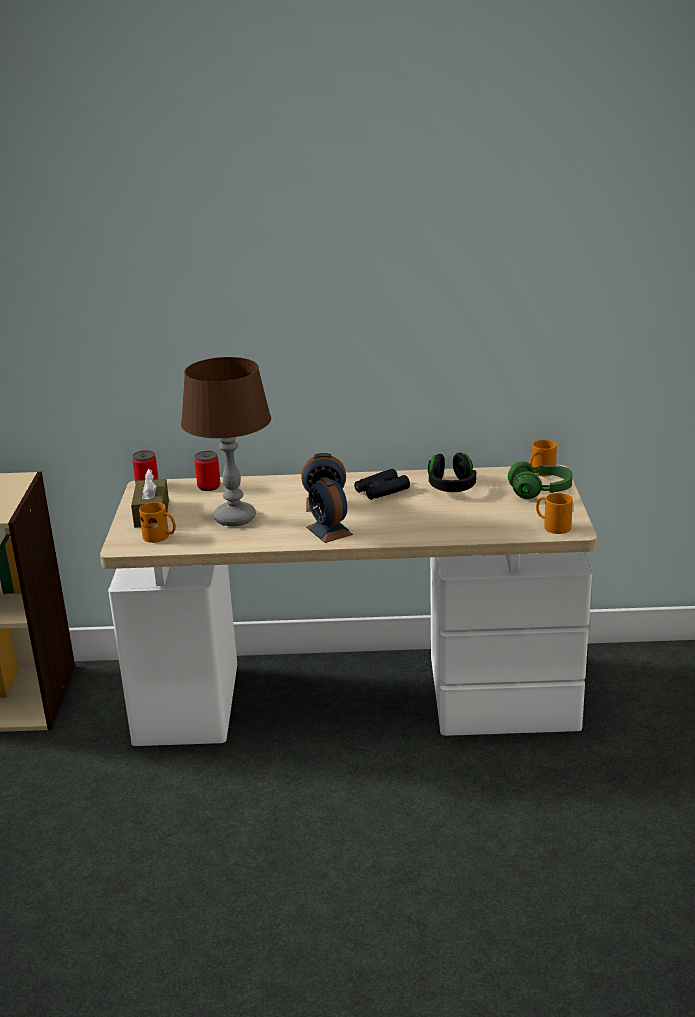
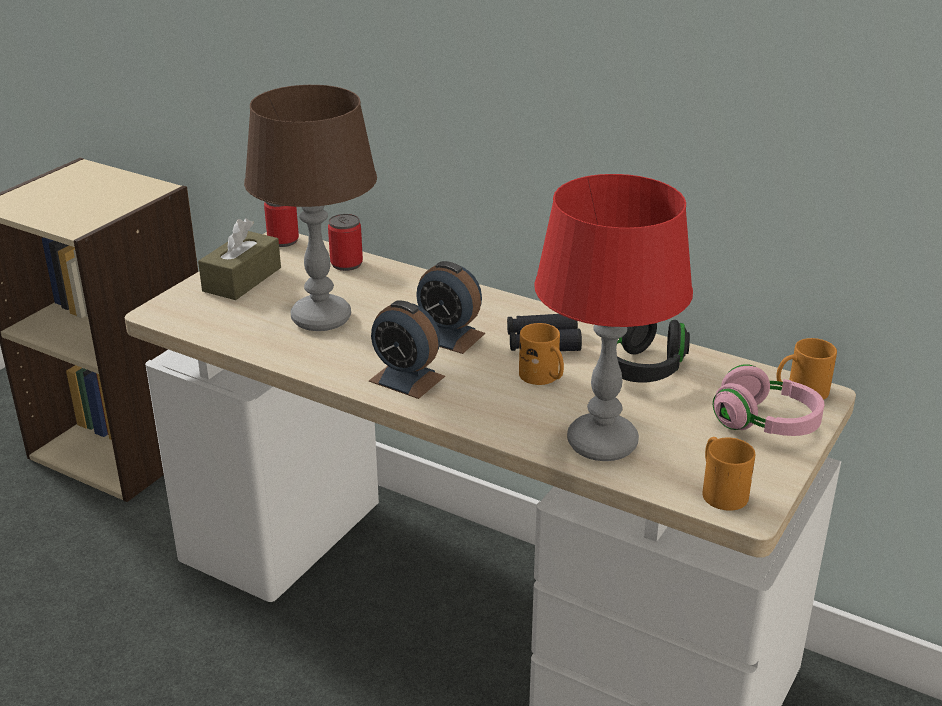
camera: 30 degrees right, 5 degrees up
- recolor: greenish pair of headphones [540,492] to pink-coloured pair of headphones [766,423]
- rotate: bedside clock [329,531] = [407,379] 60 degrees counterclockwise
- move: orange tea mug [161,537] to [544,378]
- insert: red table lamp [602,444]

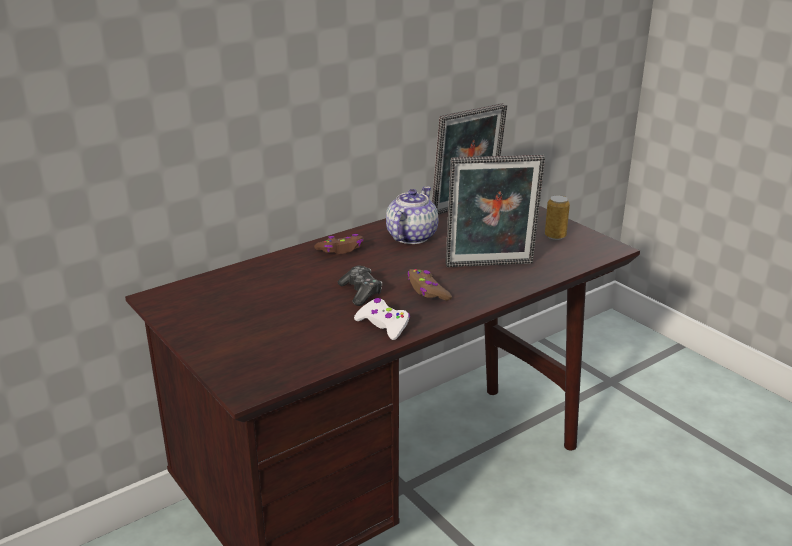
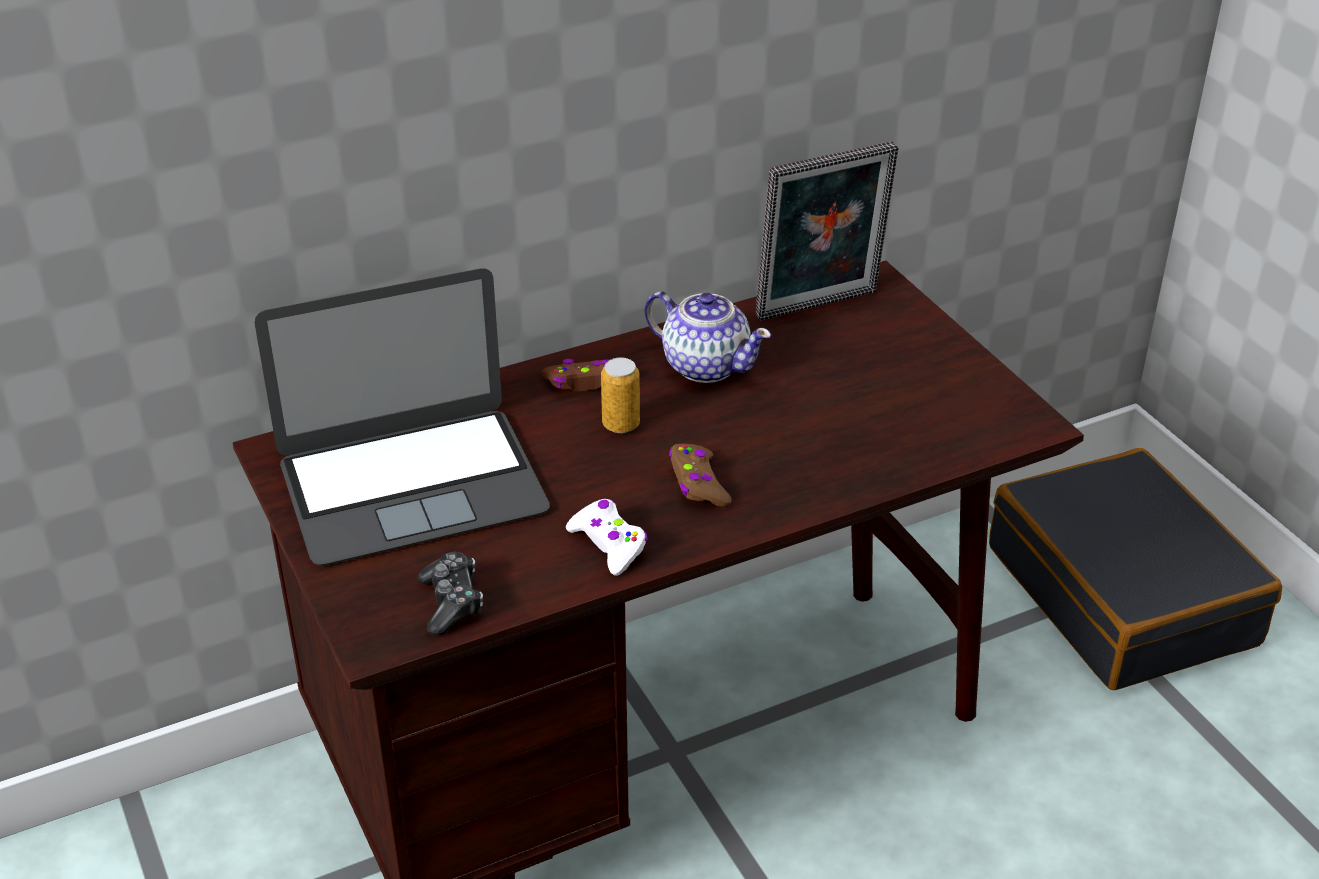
camera: 10 degrees right, 10 degrees up
- delete: standing frame [490,266]
- rotate: teapot [410,237] = [705,365] 90 degrees clockwise
- move: sealed can [555,236] to [621,424]
- move: joypad [361,292] to [452,602]
- insert: laptop [412,485]
- insert: blackish suitcase [1122,595]

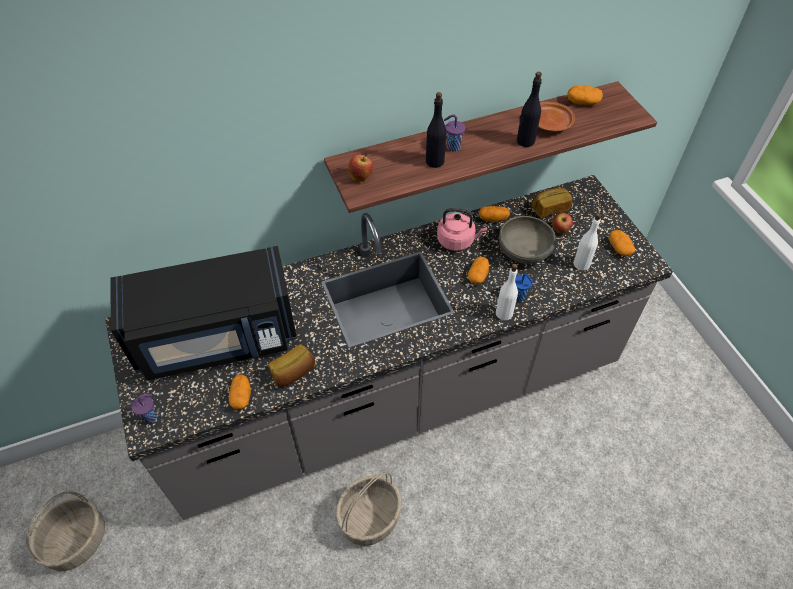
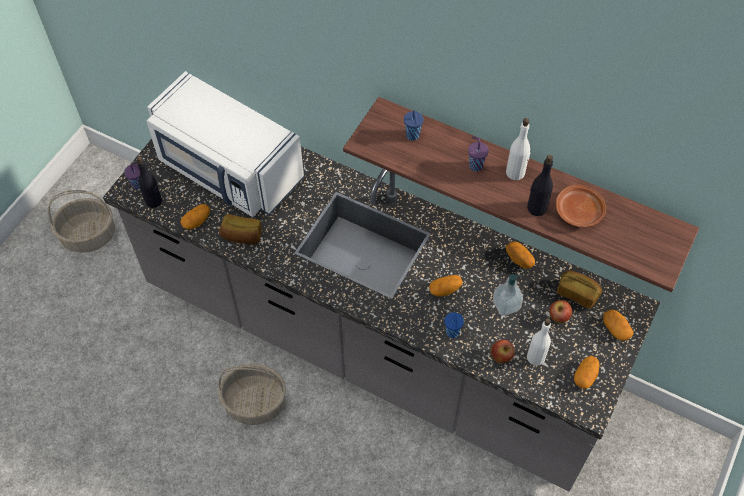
camera: 50 degrees right, 5 degrees up
- move: spud [582,102] to [615,329]
- move: blackish beverage bottle [435,161] to [154,201]
- move: whole apple [361,177] to [501,357]
- delete: pink-coloured tea kettle [457,240]
- replace: grey deep dish [524,251] to soap bottle [506,305]
- recolor: blackish microwave [217,338] to white-coloured microwave [228,170]
- move: white-coloured beverage bottle [504,313] to [515,172]
- insert: blue drinking cup [412,136]

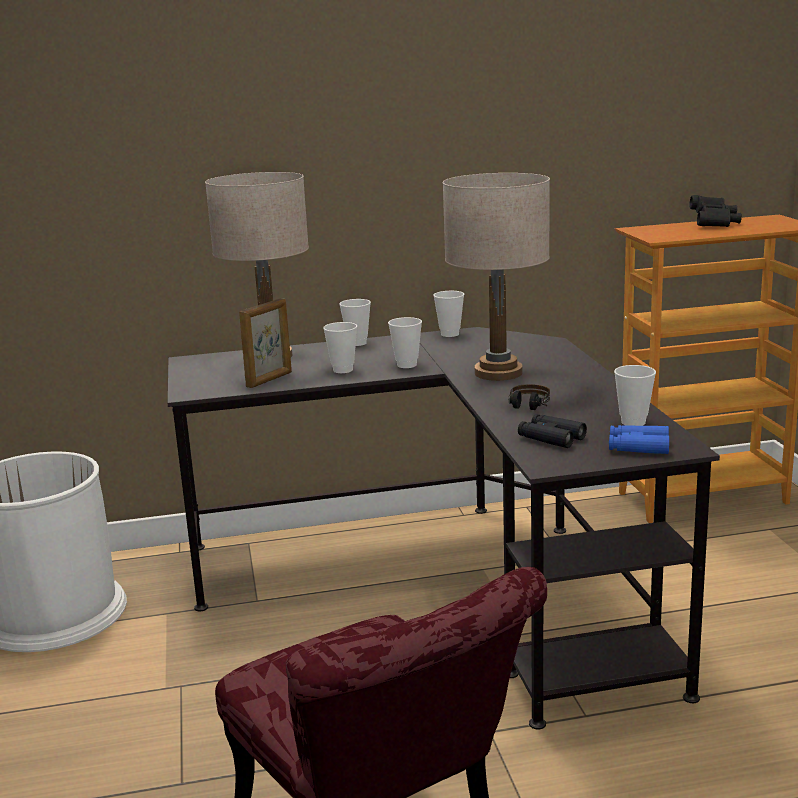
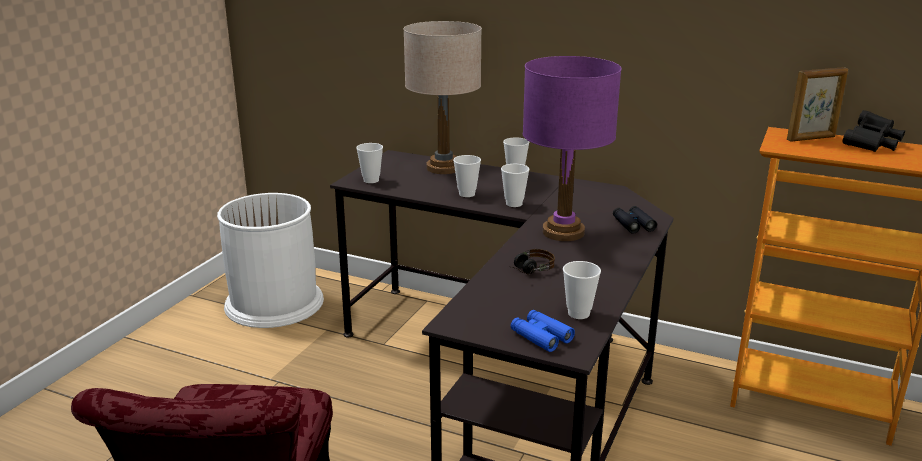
camera: 35 degrees right, 5 degrees up
- recolor: sand-coloured table lamp [499,373] to purplish table lamp [563,232]
- move: drinking cup [450,334] to [371,180]
- move: standing frame [270,379] to [811,138]
- move: blackish binoculars [551,438] to [633,224]

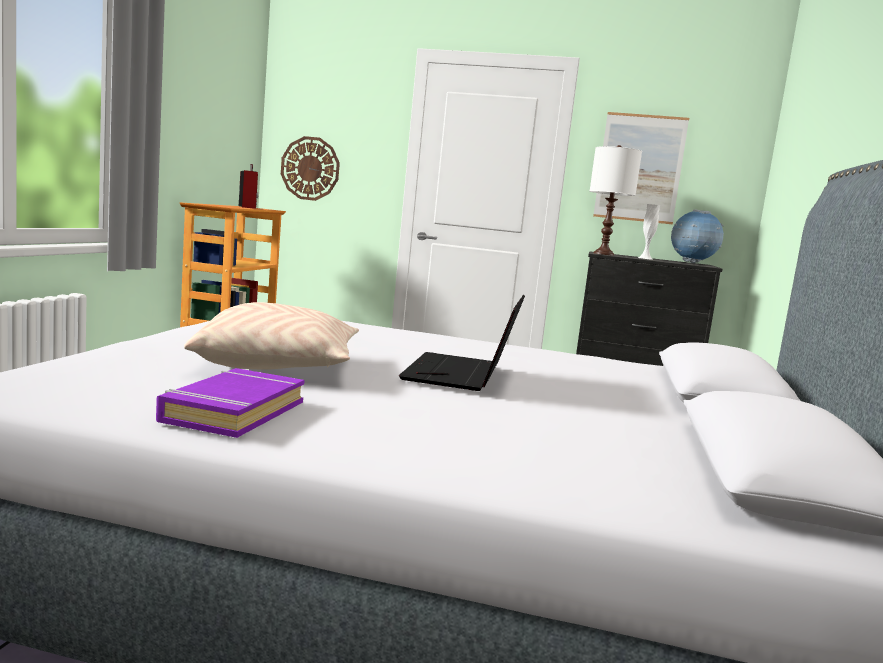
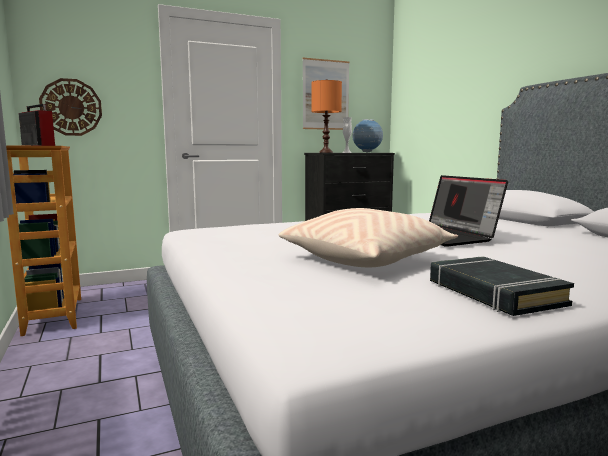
camera: 35 degrees left, 0 degrees up
- recolor: white-coloured table lamp [604,254] to orange table lamp [326,152]
- recolor: purplish book [233,411] to blackish book [493,293]

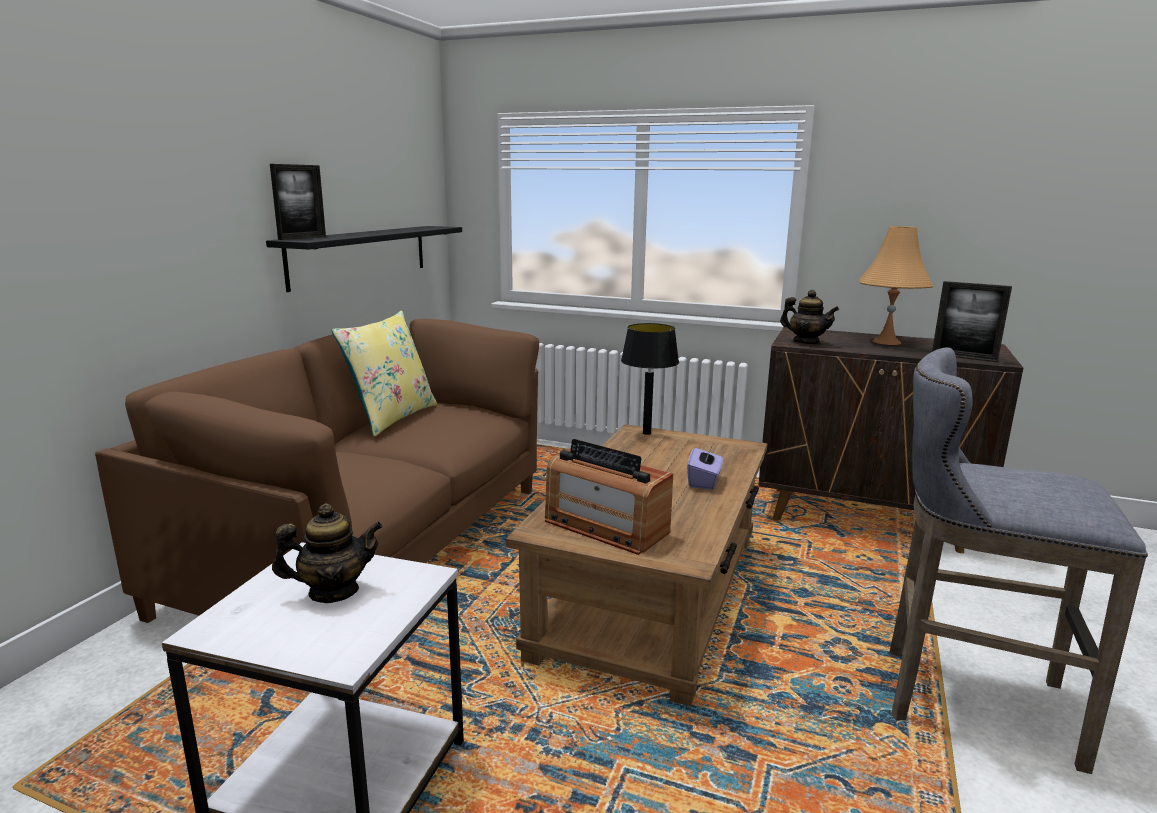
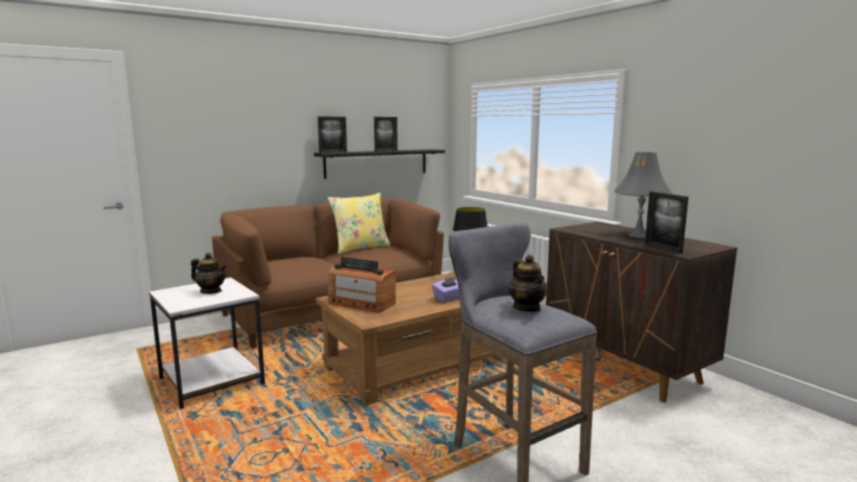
camera: 35 degrees right, 5 degrees down
- recolor: orange table lamp [886,342] to grey table lamp [638,235]
- move: teapot [806,342] to [527,308]
- rotate: radio set [605,527] = [361,303] 45 degrees counterclockwise
- insert: standing frame [386,151]

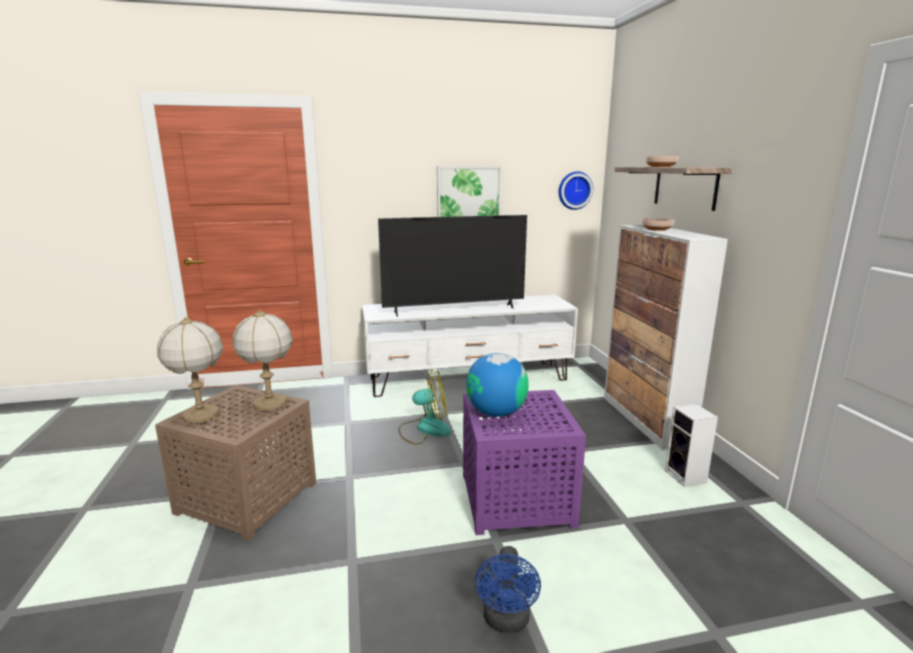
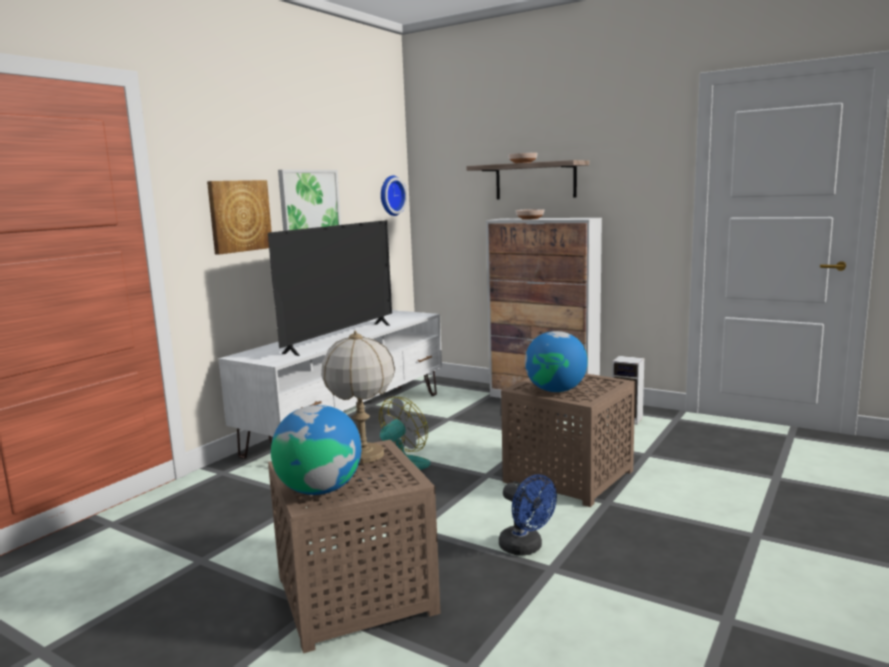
camera: 45 degrees left, 5 degrees down
- replace: table lamp [201,415] to desk globe [320,489]
- recolor: purplish side table [517,498] to brown side table [567,475]
- move: blue electric fan [506,621] to [526,548]
- insert: wall picture [239,216]

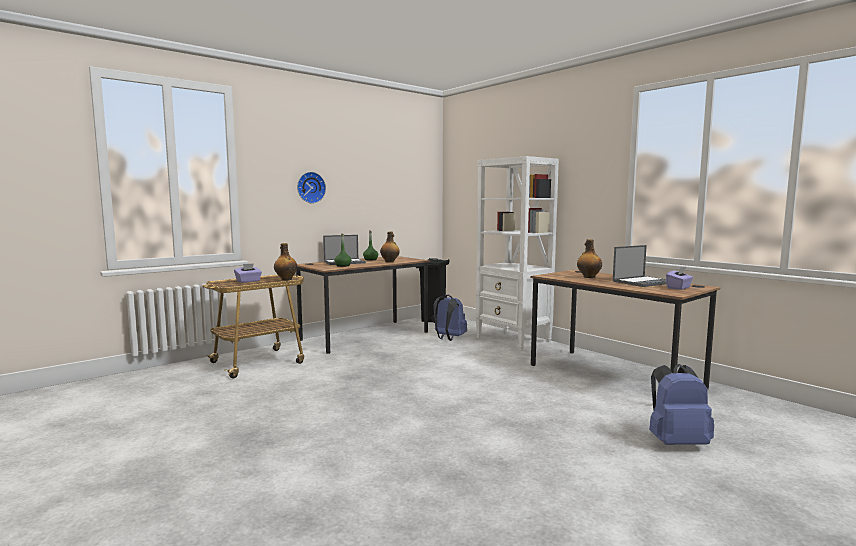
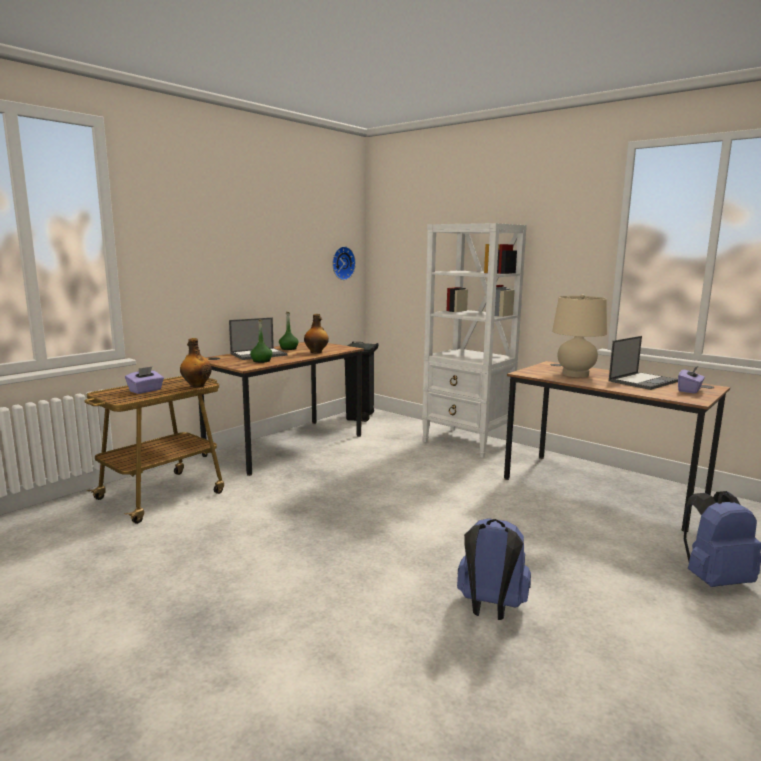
camera: 10 degrees left, 5 degrees up
- move: wall clock [310,187] to [342,263]
- replace: beverage bottle [588,277] to sand-coloured table lamp [575,374]
- move: blue rucksack [448,338] to [490,609]

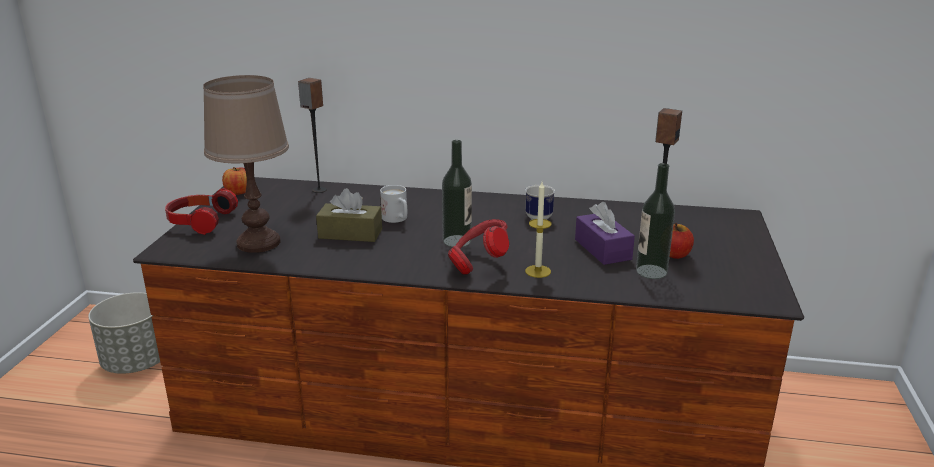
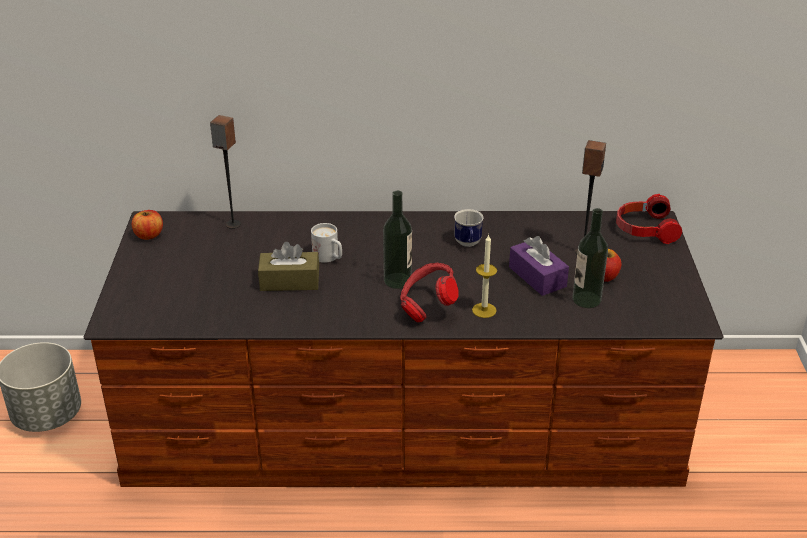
camera: 10 degrees left, 10 degrees up
- delete: brown table lamp [259,243]
- move: pair of headphones [199,221] to [644,229]

